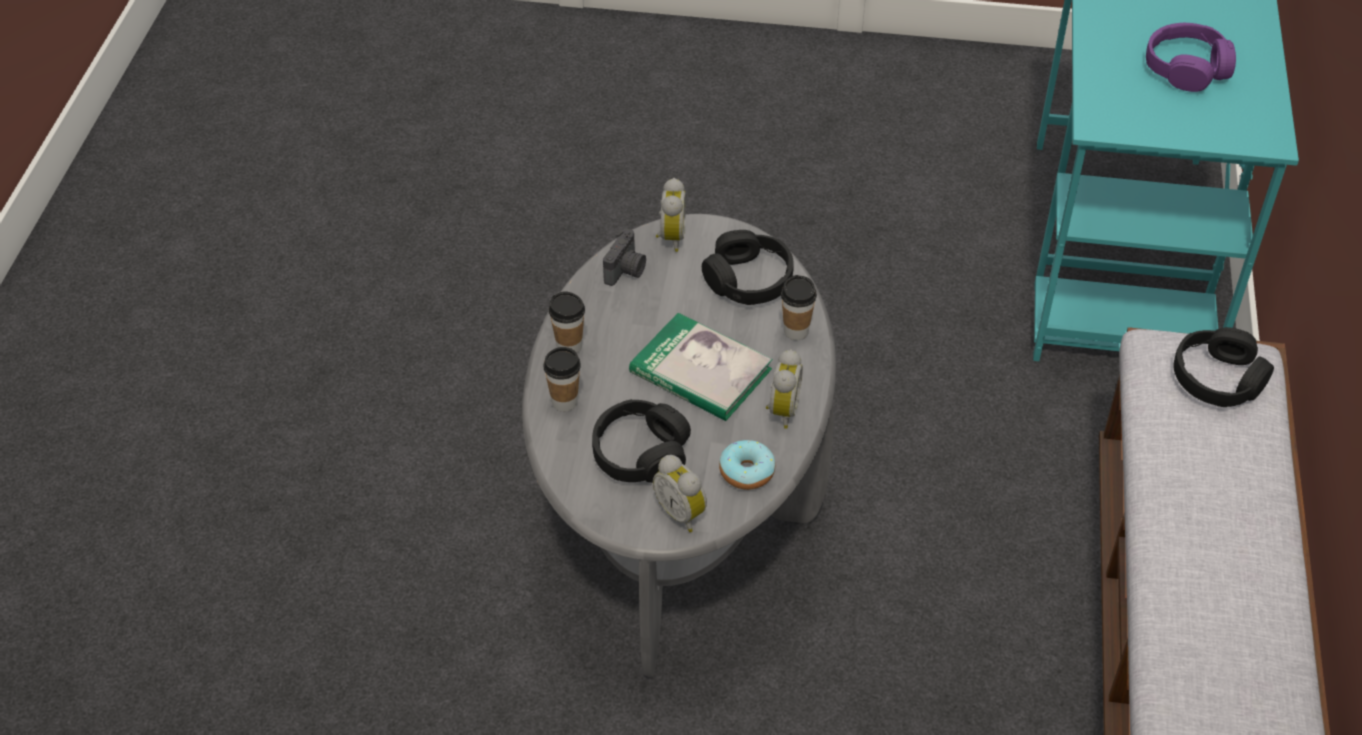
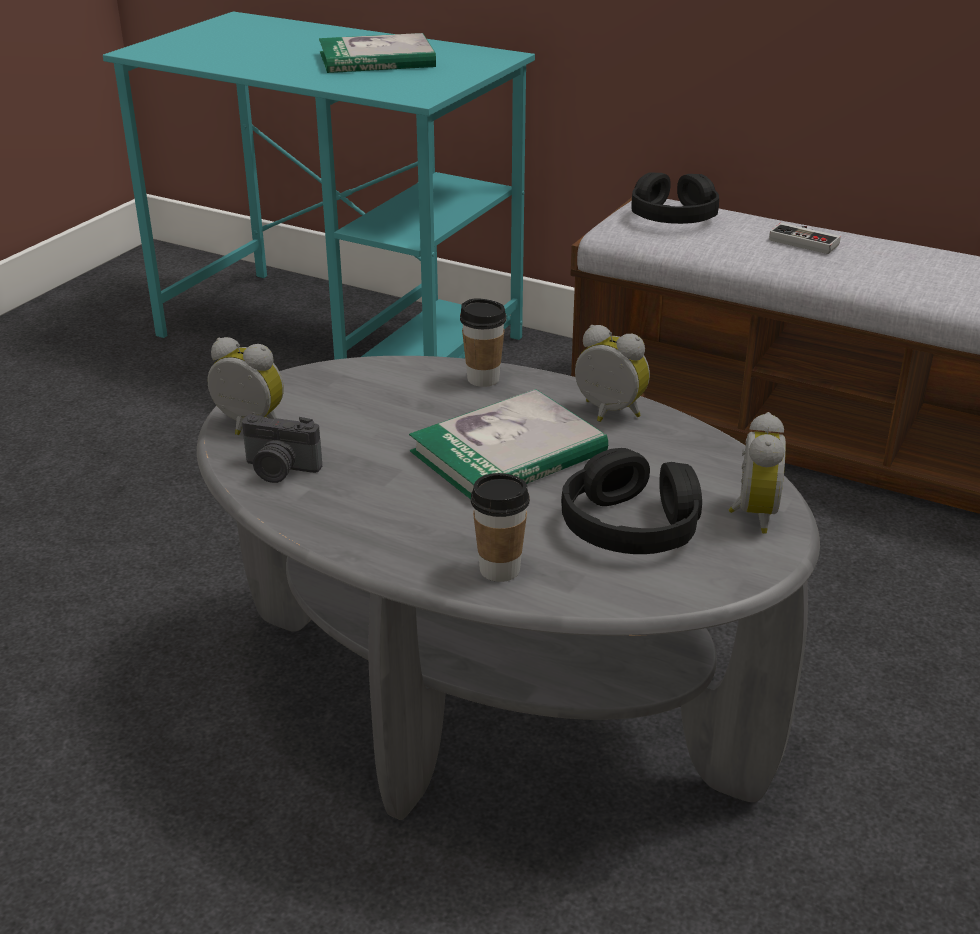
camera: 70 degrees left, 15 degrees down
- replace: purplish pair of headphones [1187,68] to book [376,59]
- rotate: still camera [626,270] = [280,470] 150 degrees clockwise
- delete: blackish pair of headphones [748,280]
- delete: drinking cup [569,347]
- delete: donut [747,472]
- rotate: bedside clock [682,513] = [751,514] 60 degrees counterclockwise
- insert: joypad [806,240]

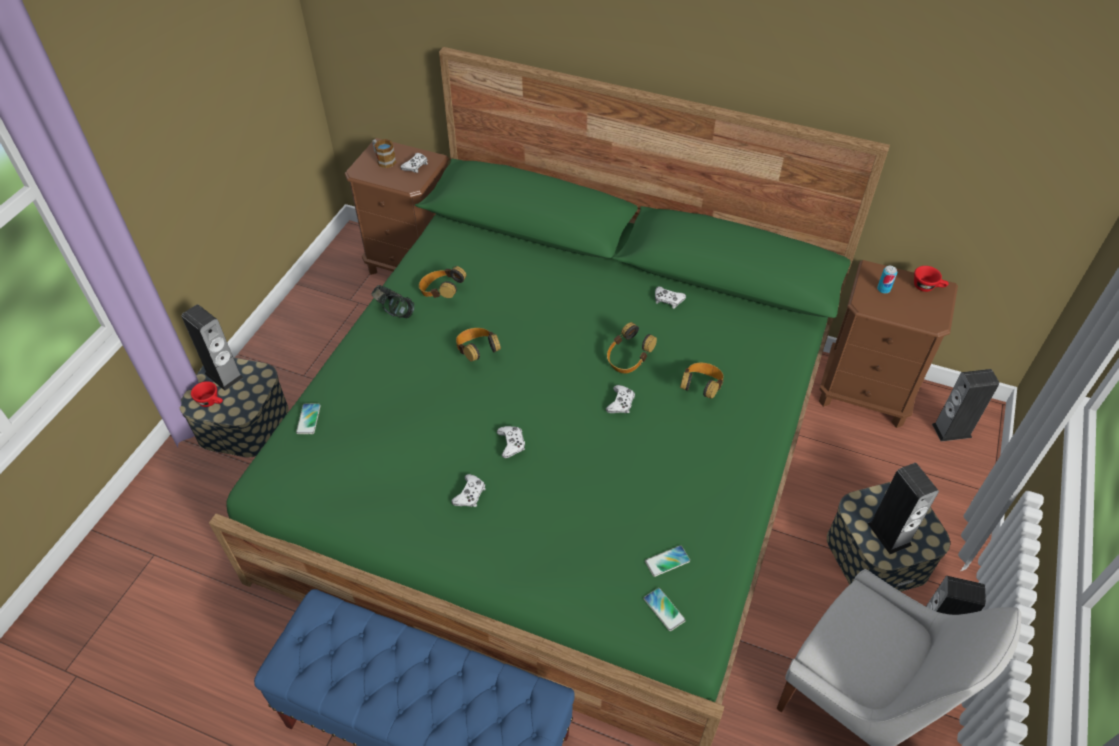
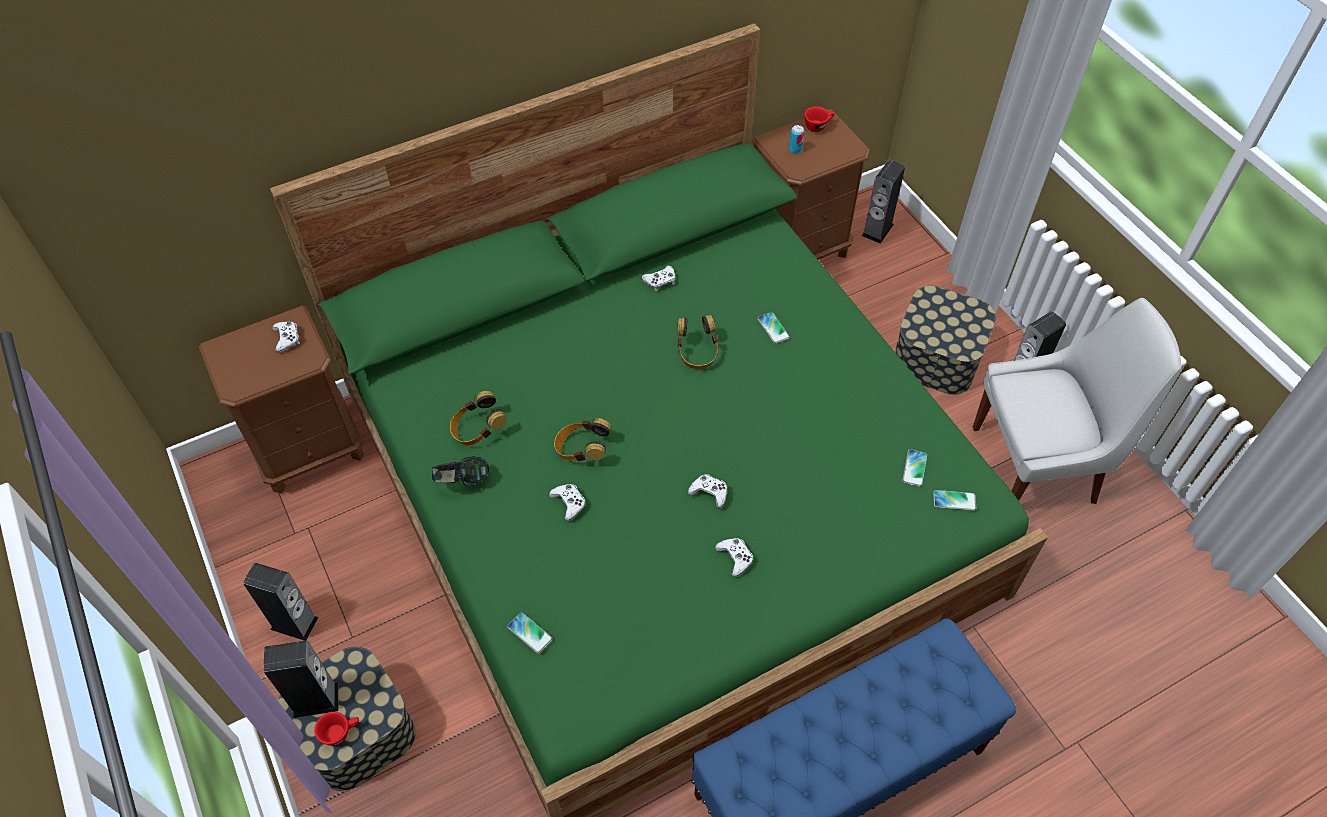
camera: 50 degrees left, 5 degrees up
- delete: tea mug [384,160]
- replace: pair of headphones [701,388] to phone [773,328]
- move: white-coloured joypad [620,403] to [569,503]
- move: speaker [889,534] to [294,623]

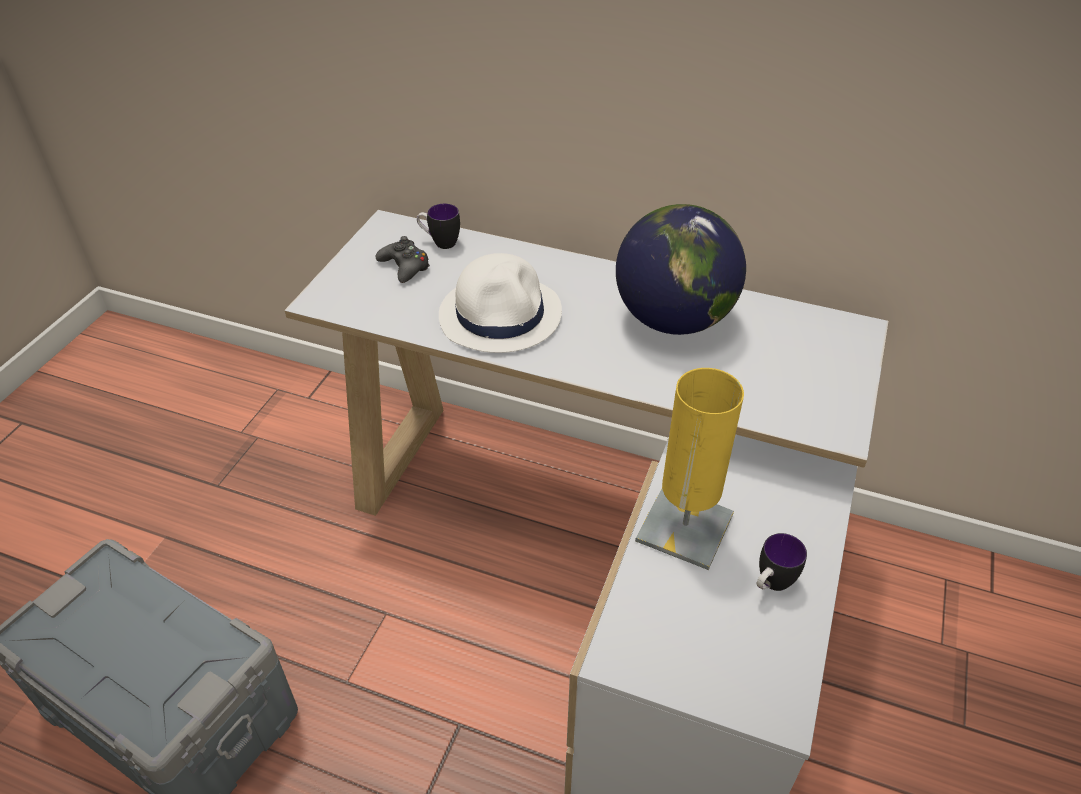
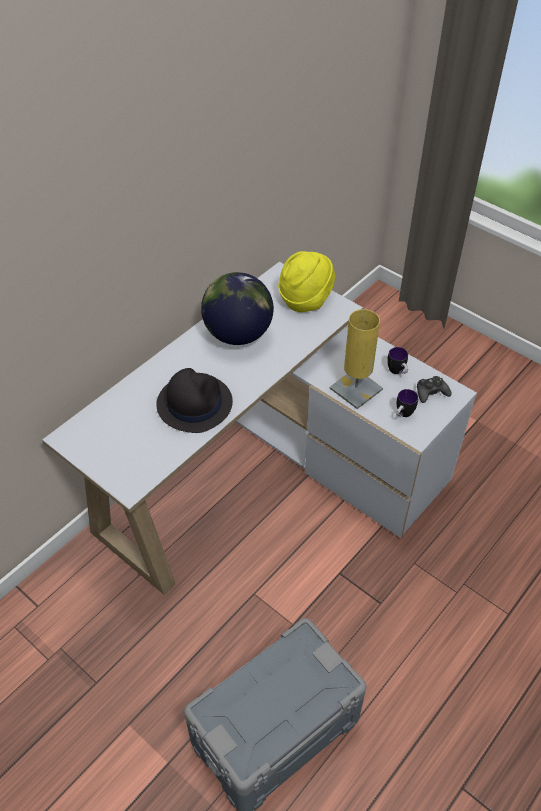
camera: 70 degrees left, 5 degrees up
- move: tea mug [440,242] to [402,415]
- move: blackish joypad [405,267] to [431,392]
- recolor: white-coloured wearable hat [501,314] to blackish wearable hat [194,403]
- insert: yellow-coloured wearable hat [305,299]

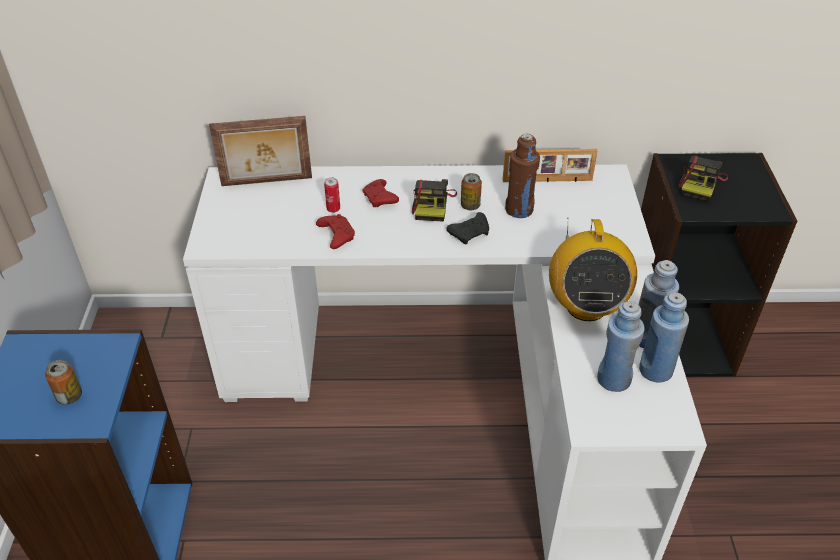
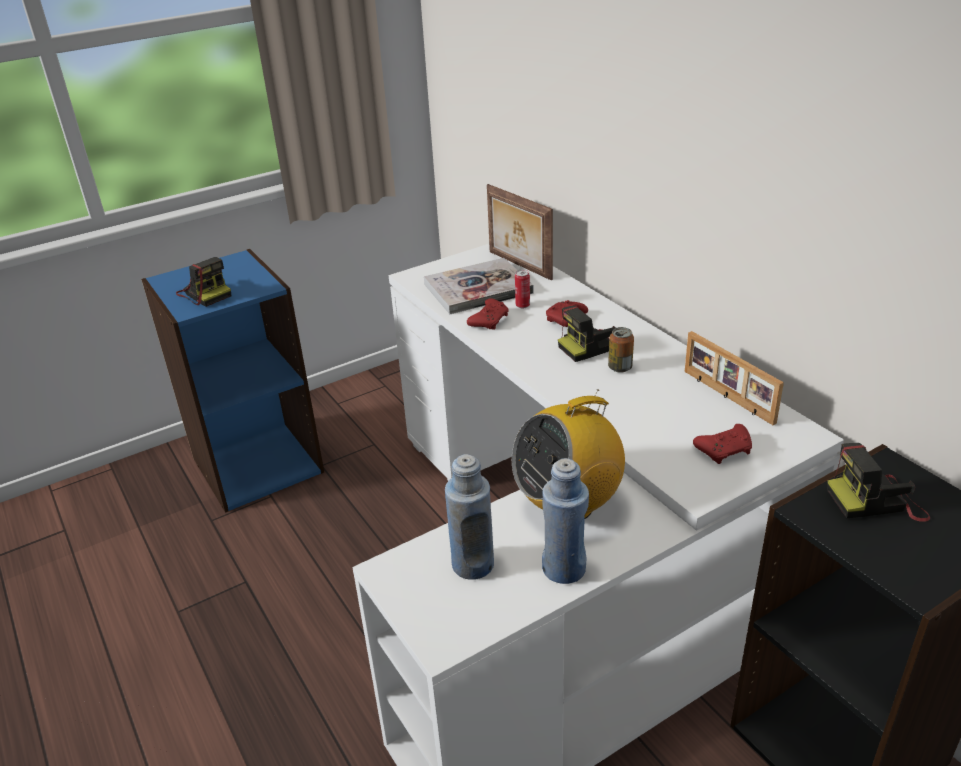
camera: 60 degrees right, 10 degrees down
- delete: brown beverage bottle [519,210]
- delete: blackish joypad [470,233]
- delete: blue beverage bottle [655,370]
- replace: sealed can [69,396] to still camera [205,293]
- insert: book [478,289]
- insert: red joypad [725,450]

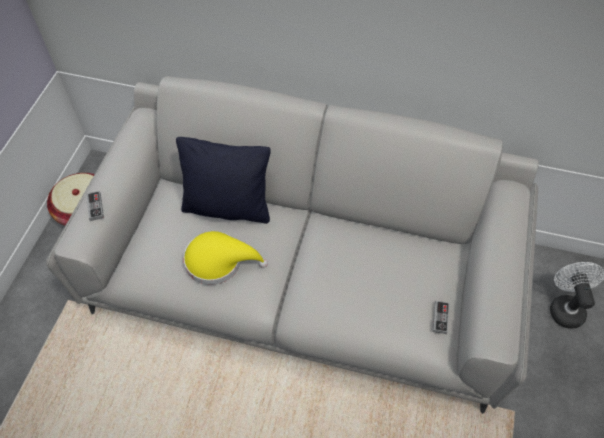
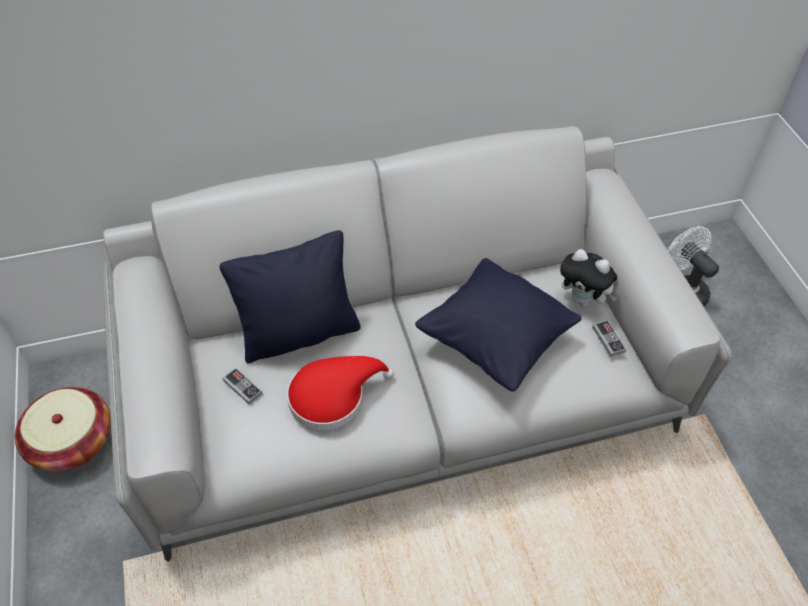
camera: 30 degrees left, 5 degrees down
- move: joypad [95,207] to [242,387]
- recolor: yellow-coloured wearable hat [219,261] to red wearable hat [333,396]
- insert: soft toy [583,300]
- insert: blackish cushion [495,341]

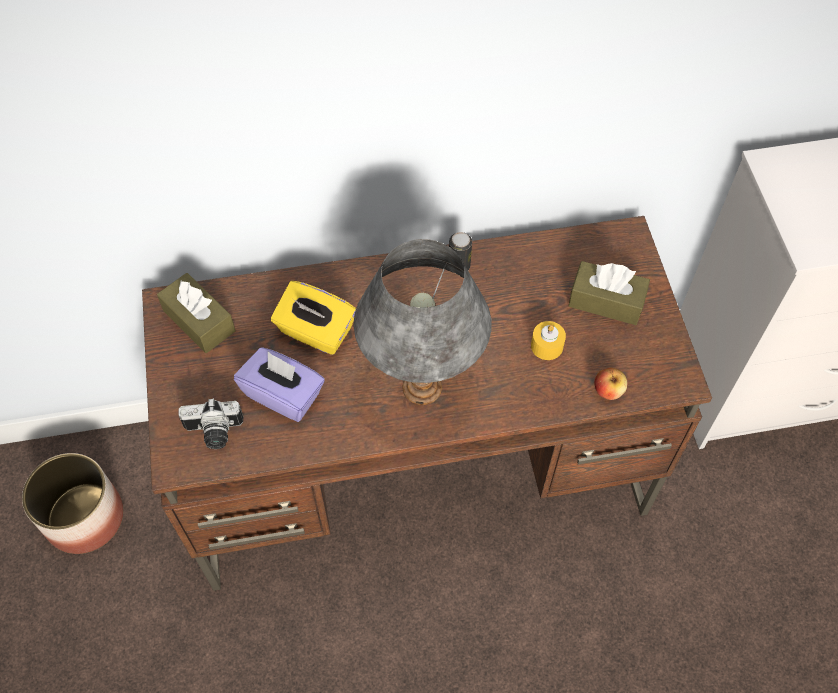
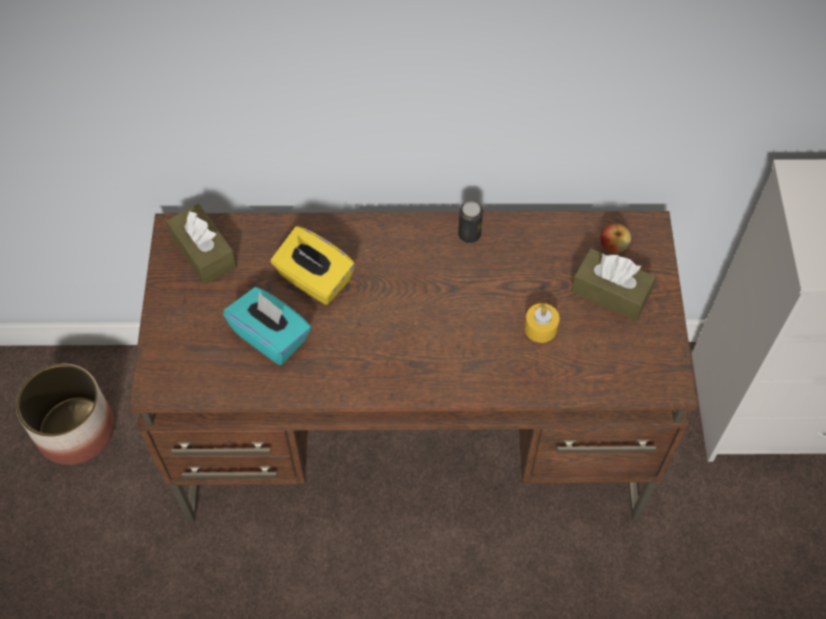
camera: 10 degrees right, 0 degrees up
- delete: grey table lamp [422,388]
- recolor: purplish tissue holder [283,395] to blue-green tissue holder [271,336]
- move: whole apple [608,390] to [613,246]
- delete: still camera [214,433]

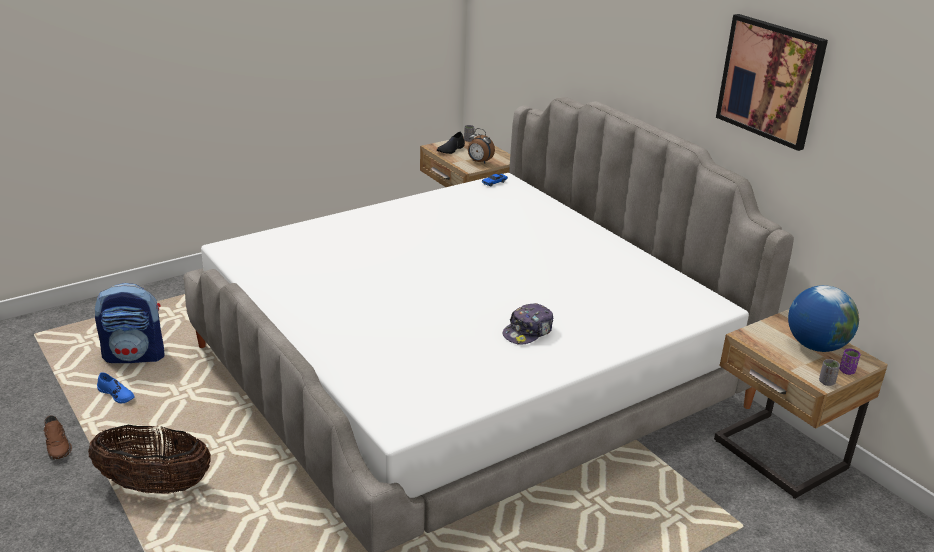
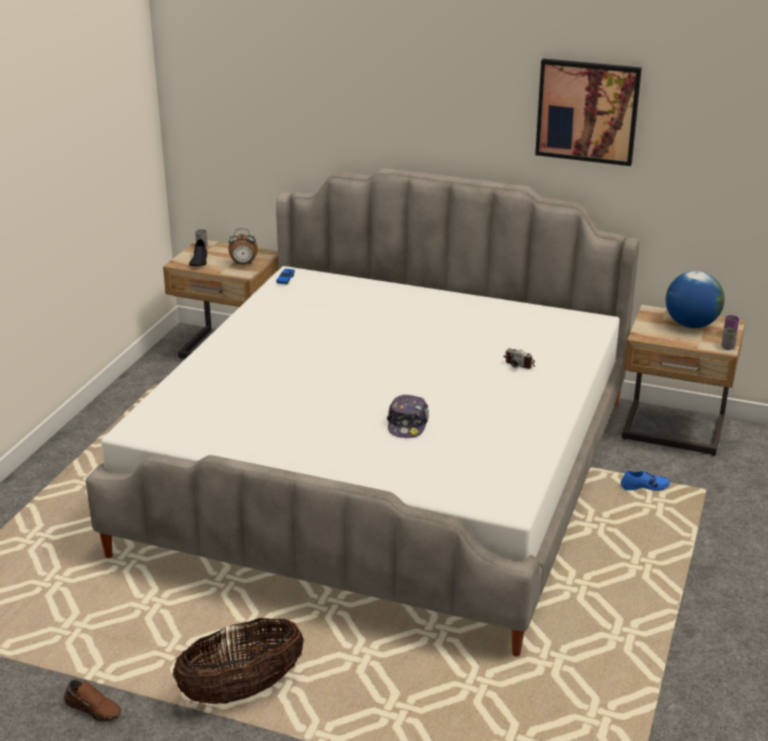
camera: 35 degrees left, 0 degrees up
- delete: rucksack [135,356]
- move: peaked cap [528,332] to [408,424]
- move: blue low shoe [116,394] to [644,486]
- insert: still camera [520,363]

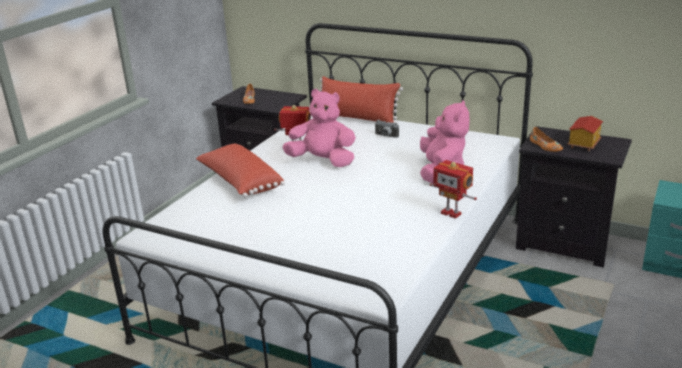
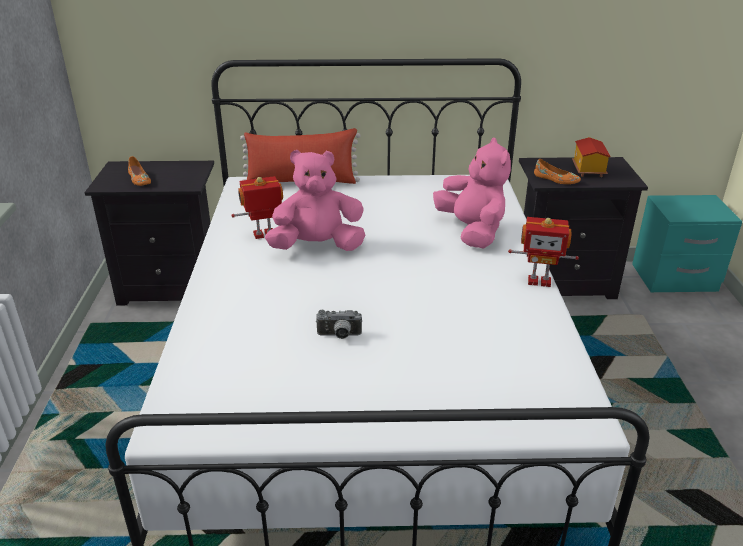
camera: 30 degrees left, 5 degrees up
- move: still camera [385,136] to [339,336]
- delete: red cushion [240,182]

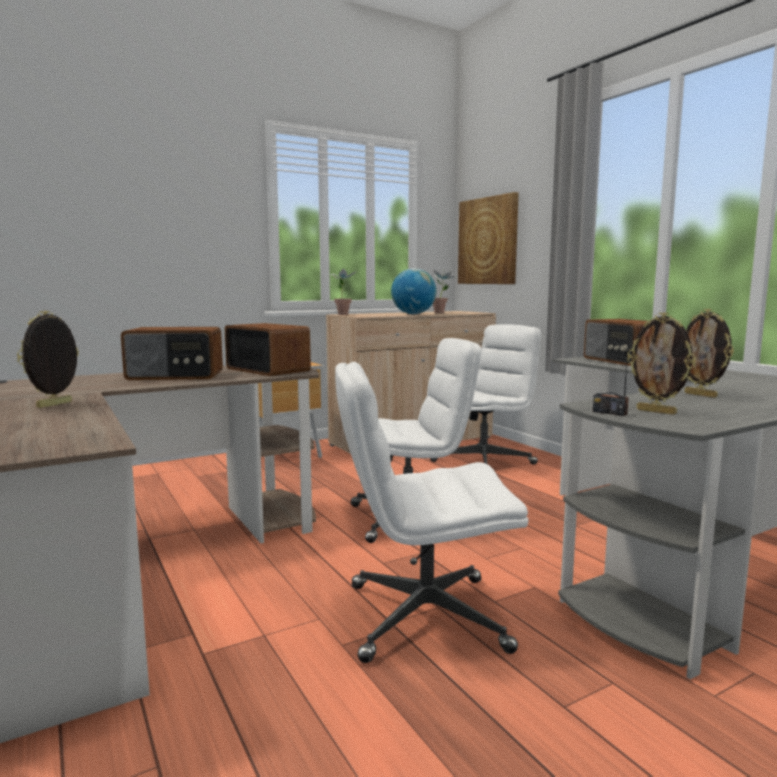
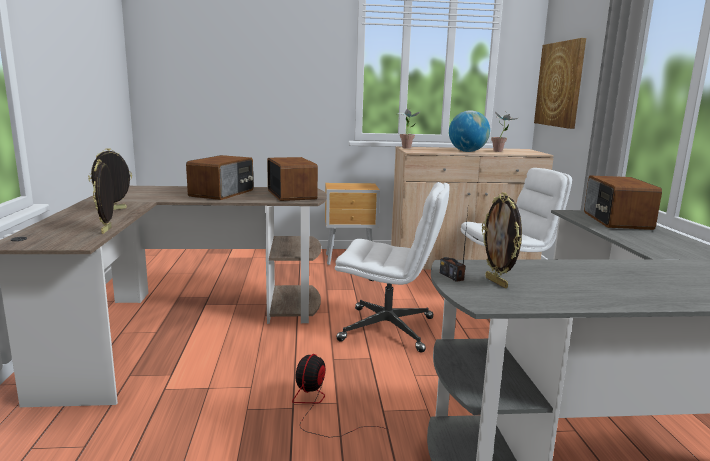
camera: 25 degrees right, 5 degrees up
- move: standing frame [701,395] to [107,230]
- rotate: radio set [176,376] = [223,193] 90 degrees counterclockwise
- replace: white-coloured computer chair [423,617] to electric fan [318,407]

